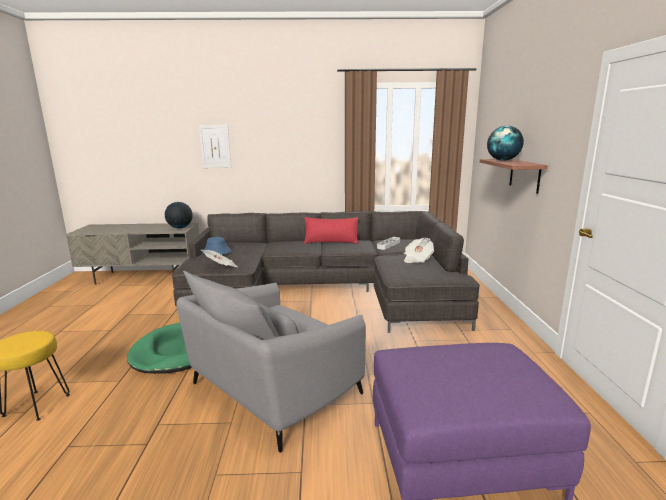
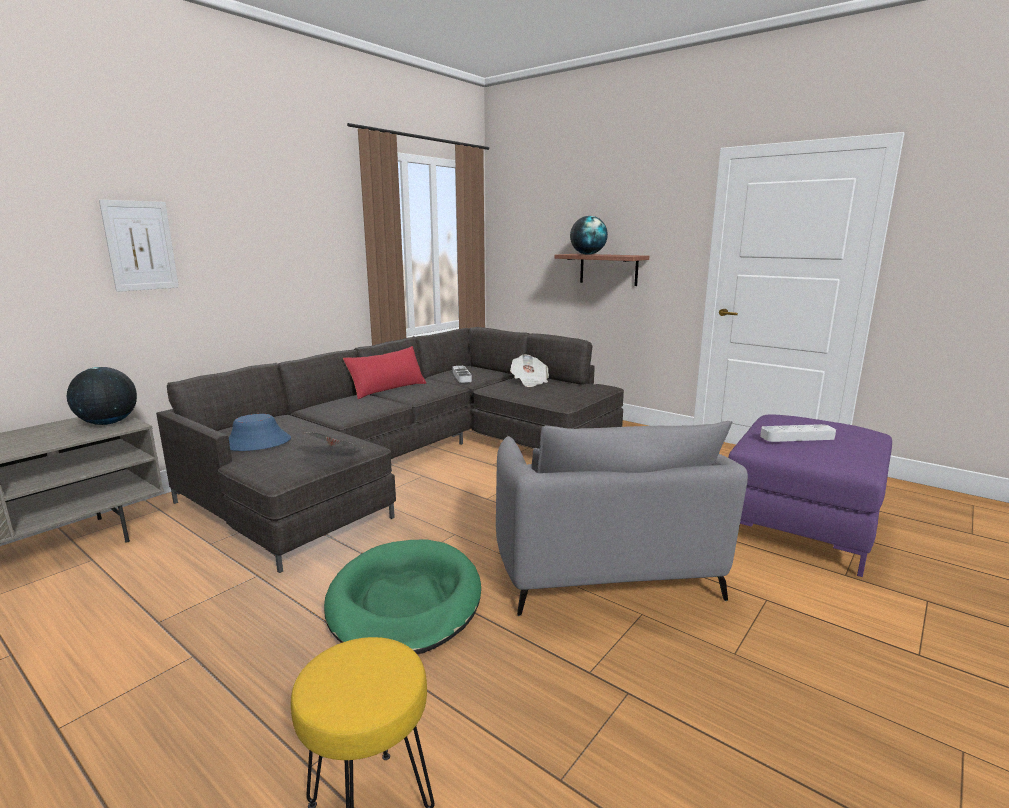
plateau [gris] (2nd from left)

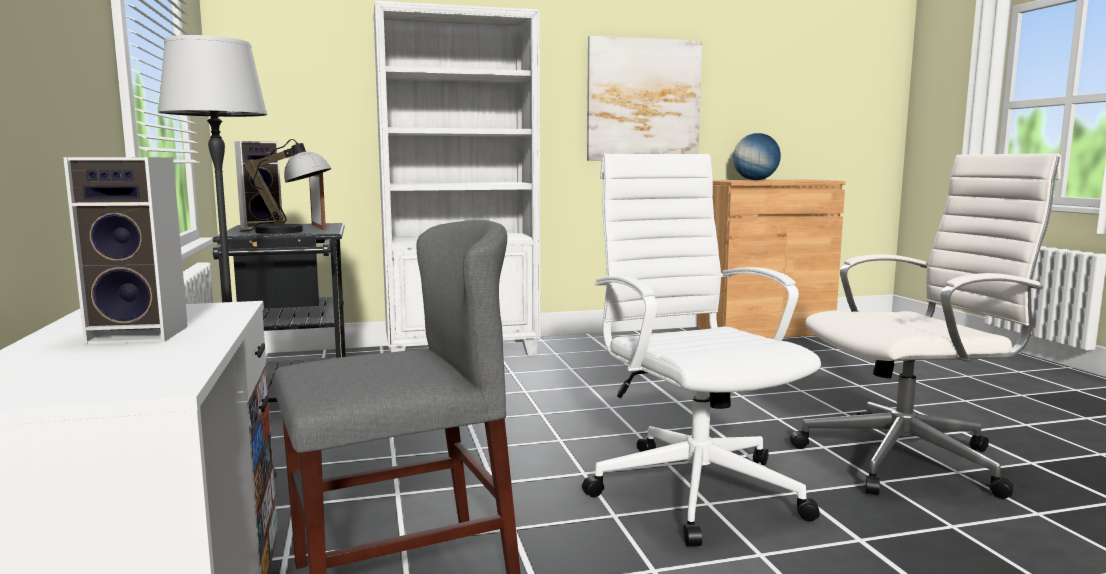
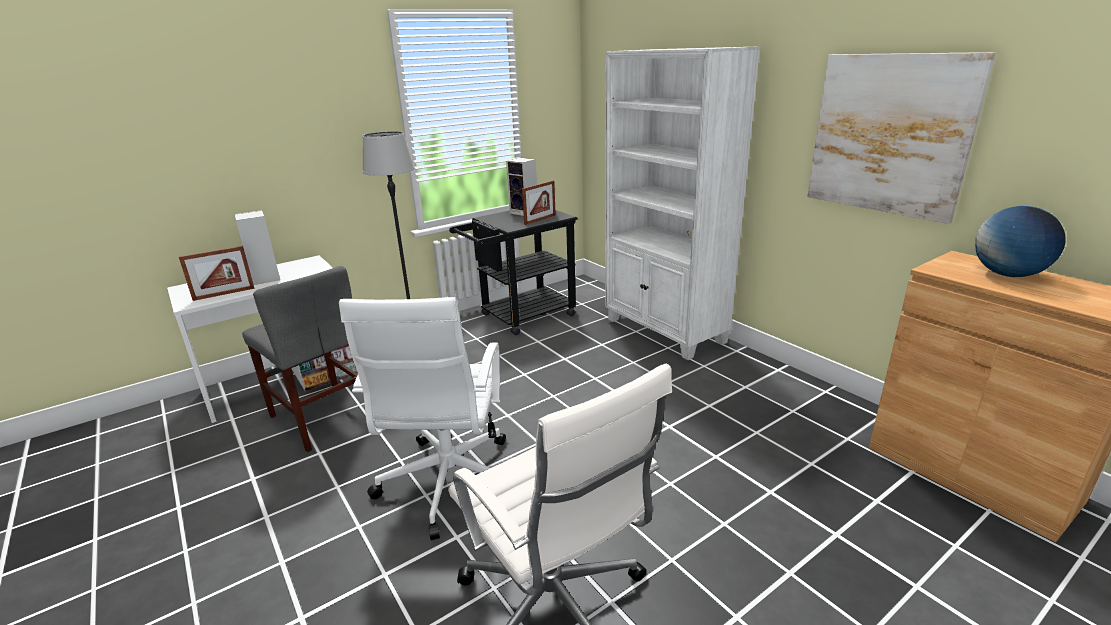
lampe de table
chaise de bureau [blanc] (1st from left)
cadre photo (1st from left)

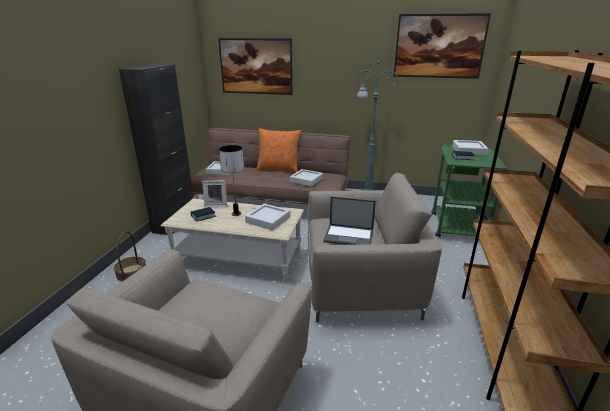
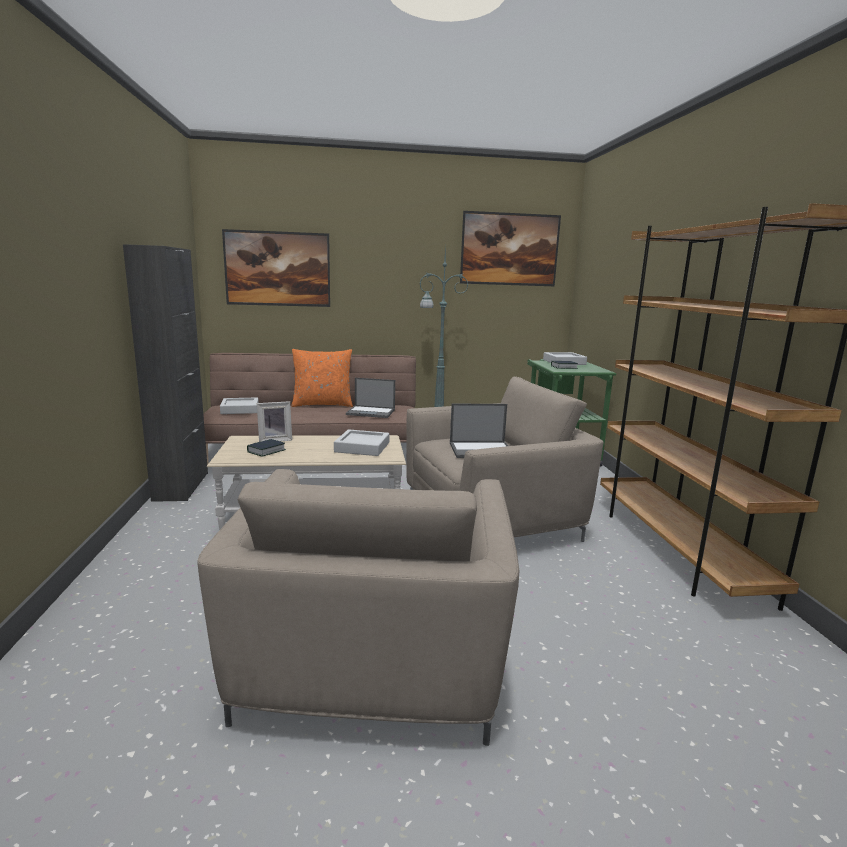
lampe de table
ordinateur portable (1st from left)
panier

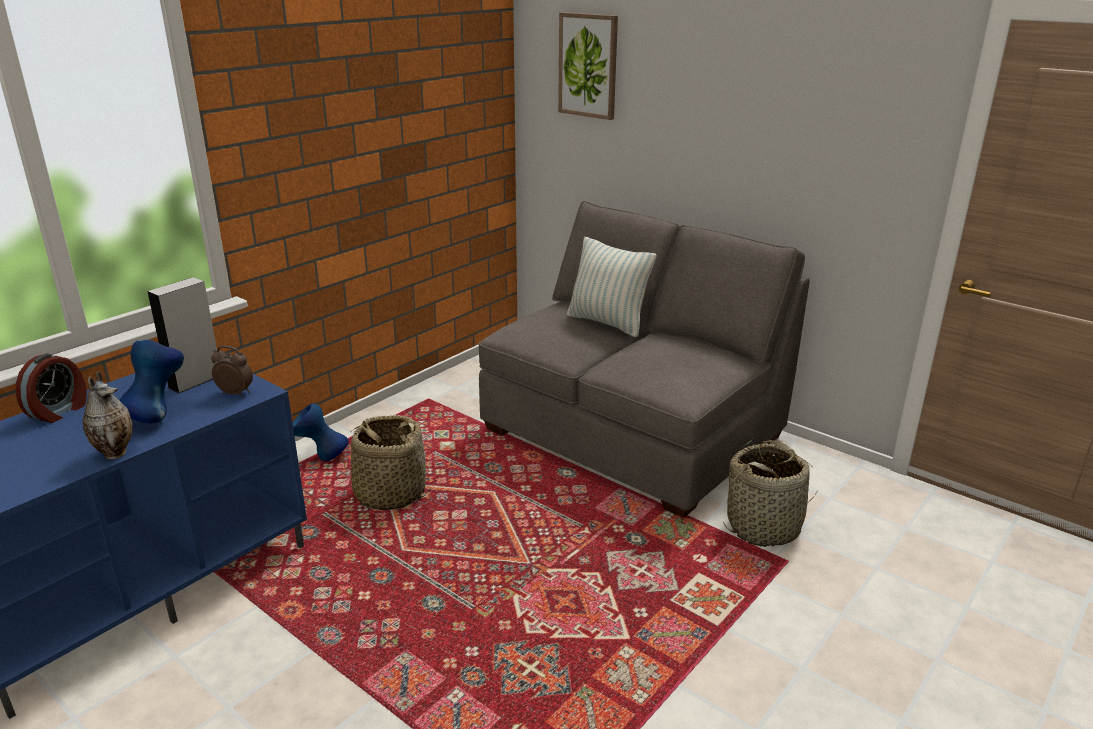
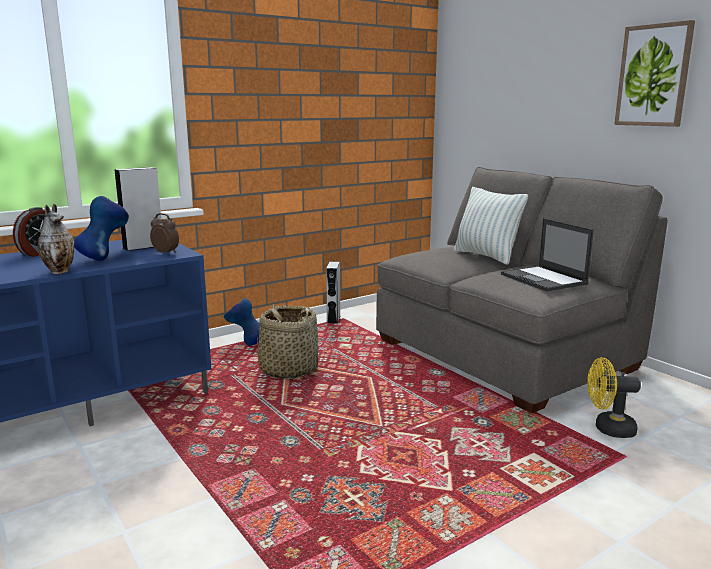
tableau
ventilateur [jaune]
ordinateur portable
enceinte [gris] (2nd from left)

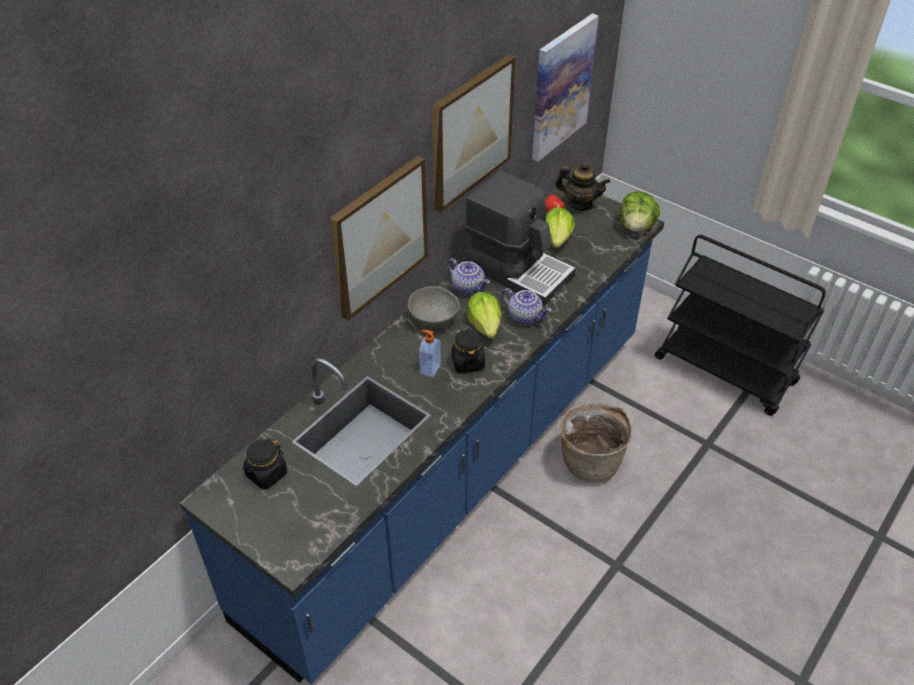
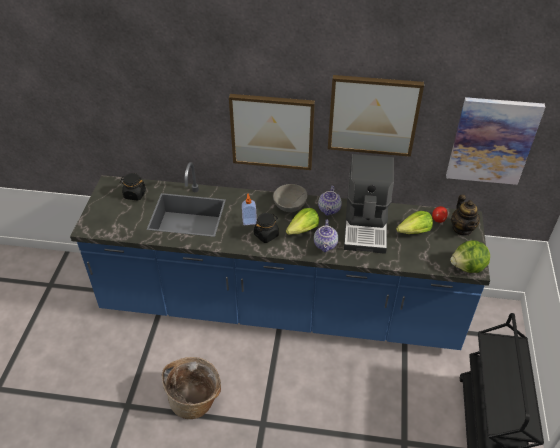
panier

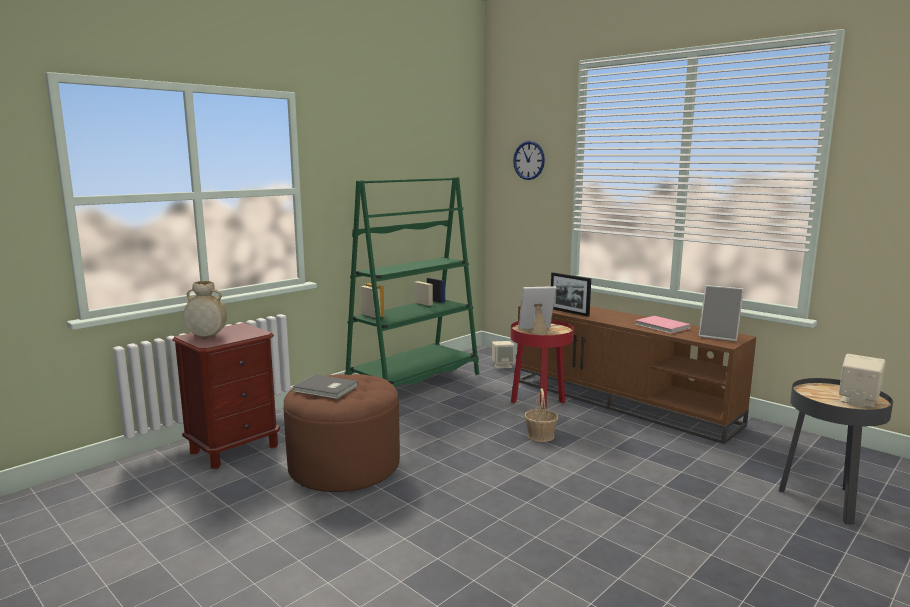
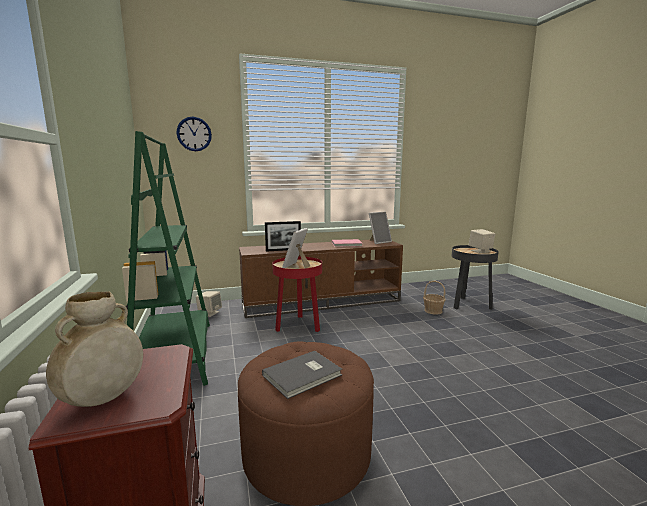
panier

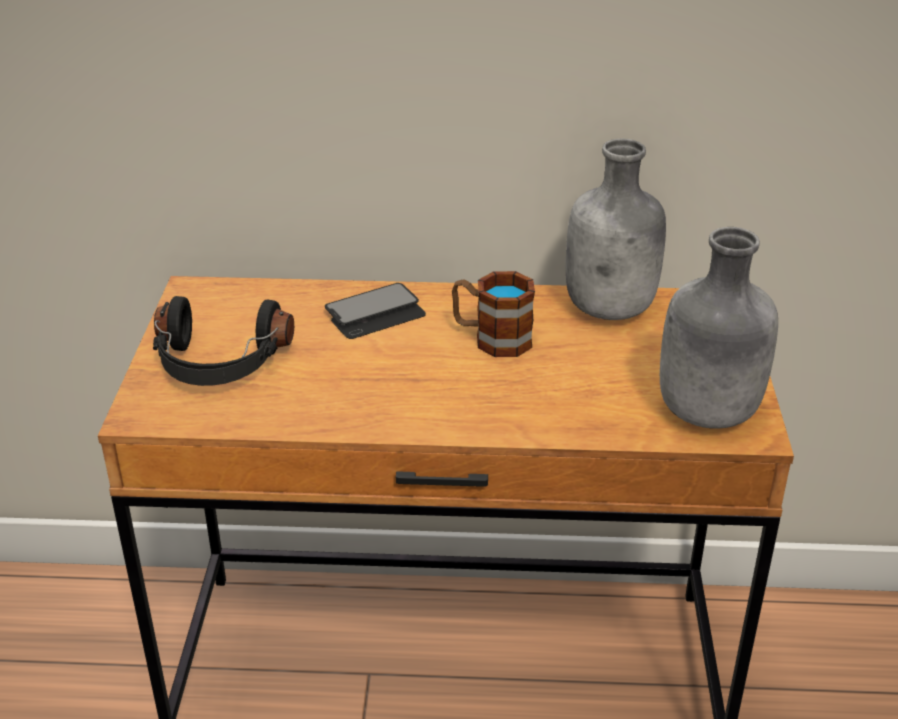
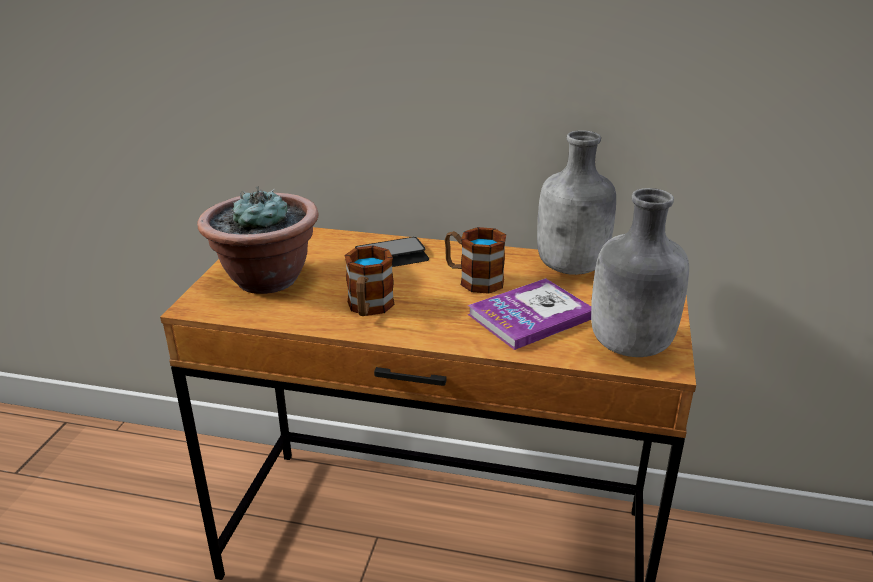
plante en pot
mug (1st from left)
livre

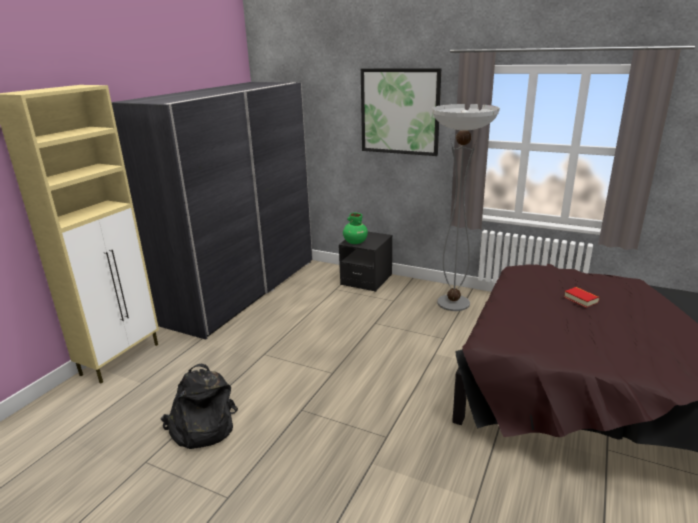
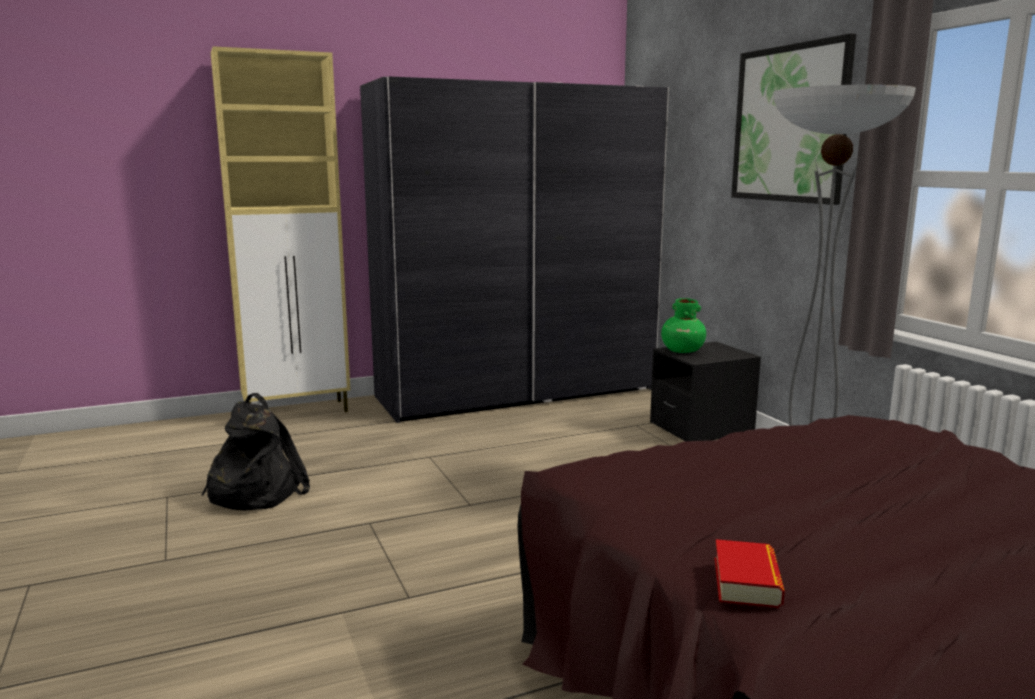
livre

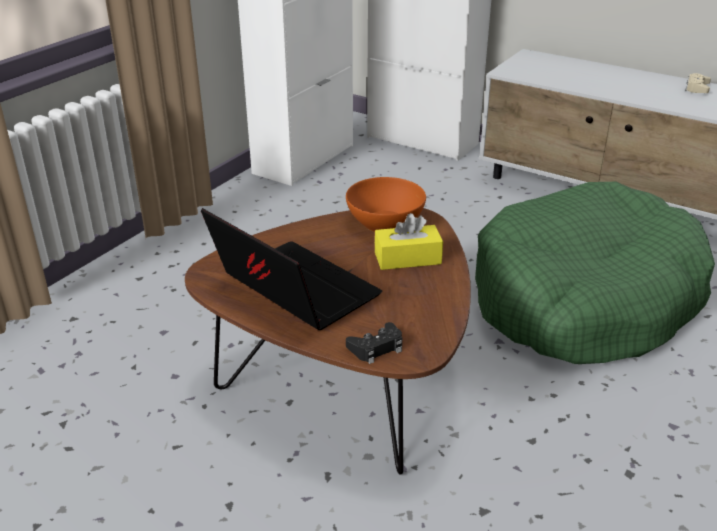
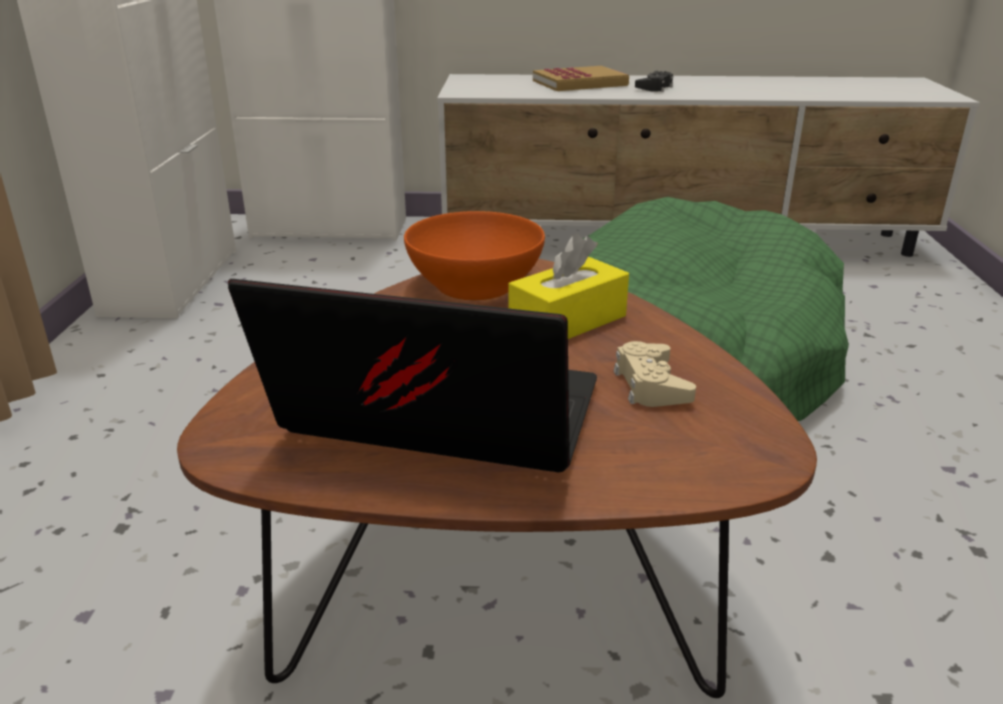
manette [beige]
manette [noir]
livre

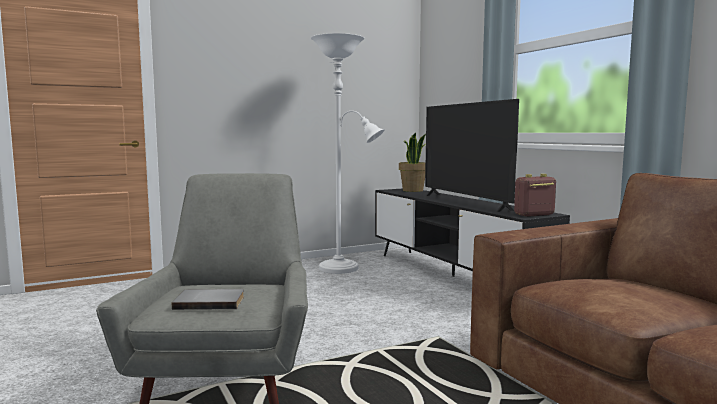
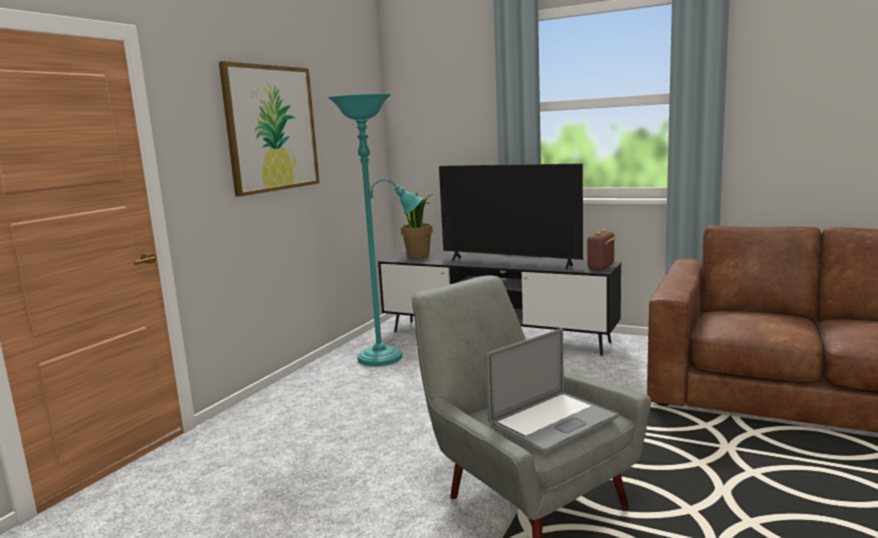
lampadaire [turquoise]
ordinateur portable
tableau

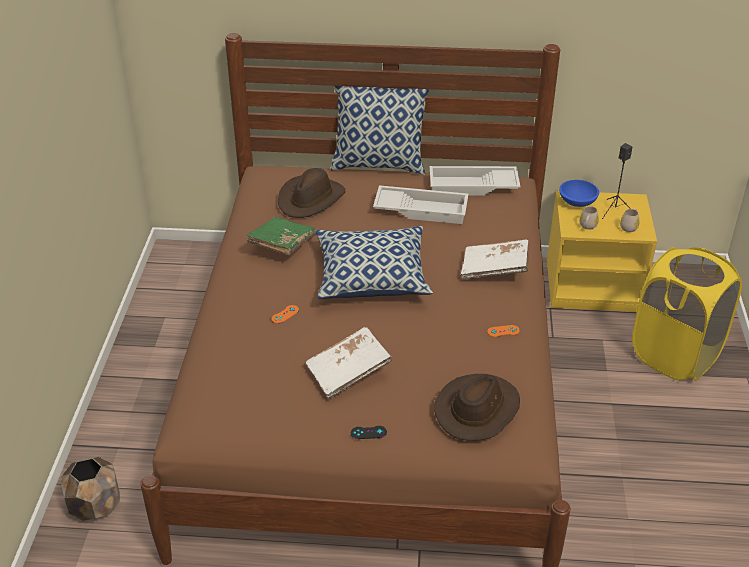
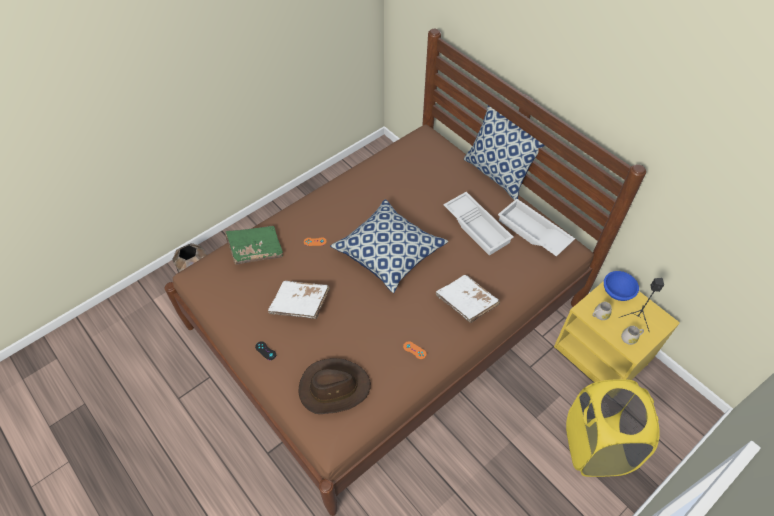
chapeau [marron] (1st from left in the first image)
livre [vert]

